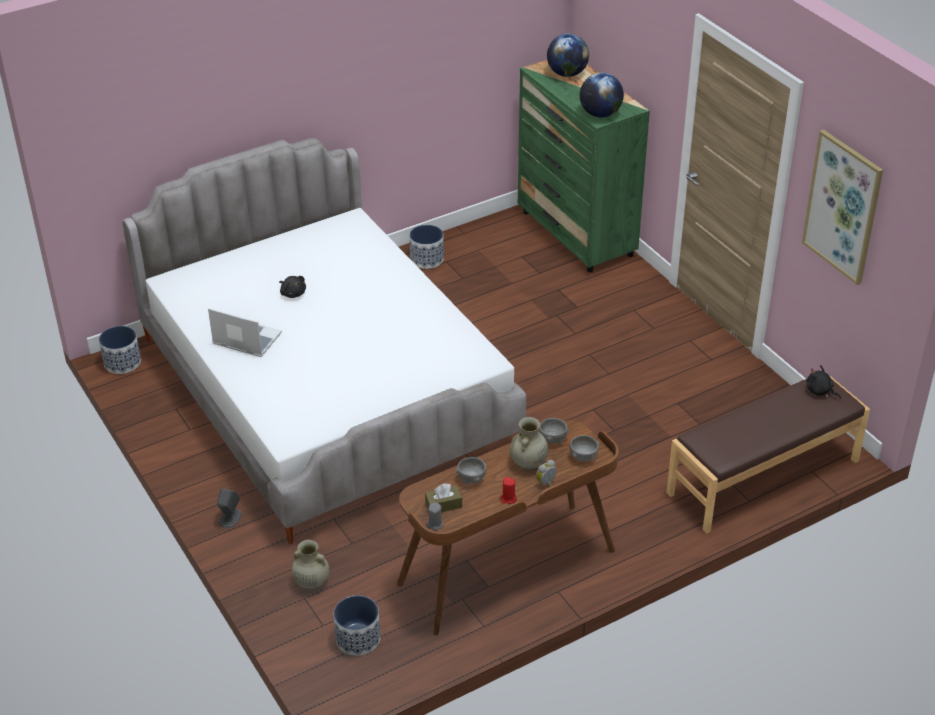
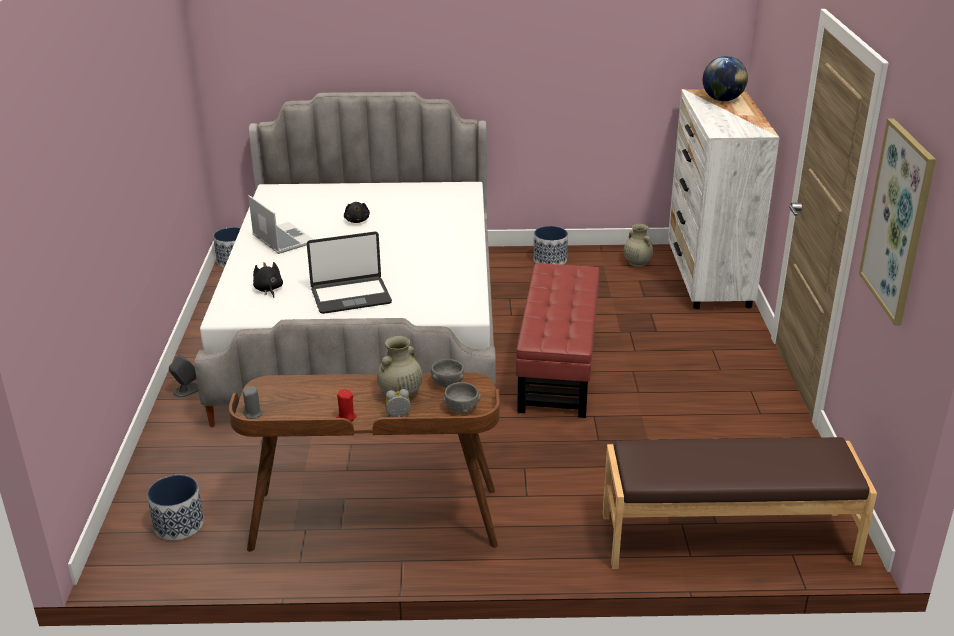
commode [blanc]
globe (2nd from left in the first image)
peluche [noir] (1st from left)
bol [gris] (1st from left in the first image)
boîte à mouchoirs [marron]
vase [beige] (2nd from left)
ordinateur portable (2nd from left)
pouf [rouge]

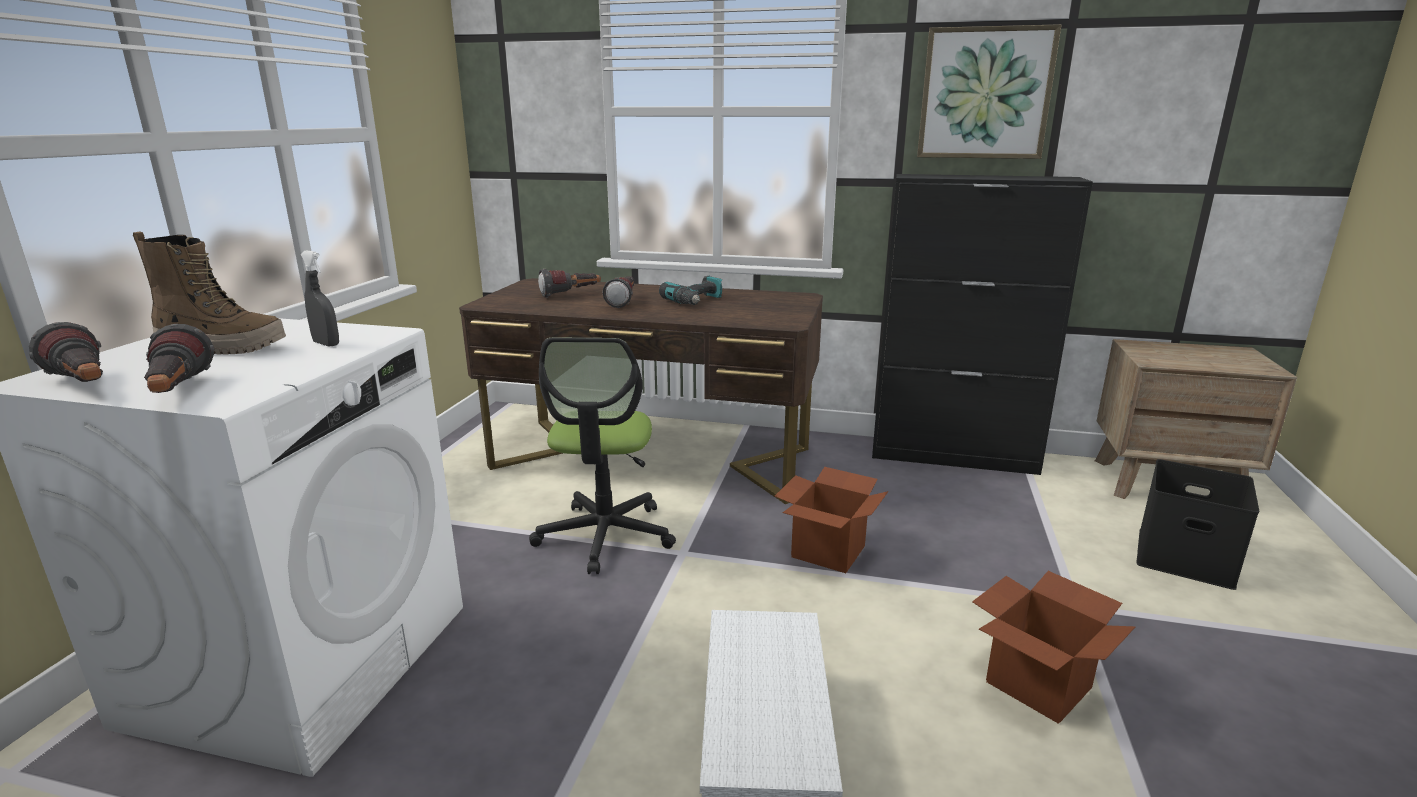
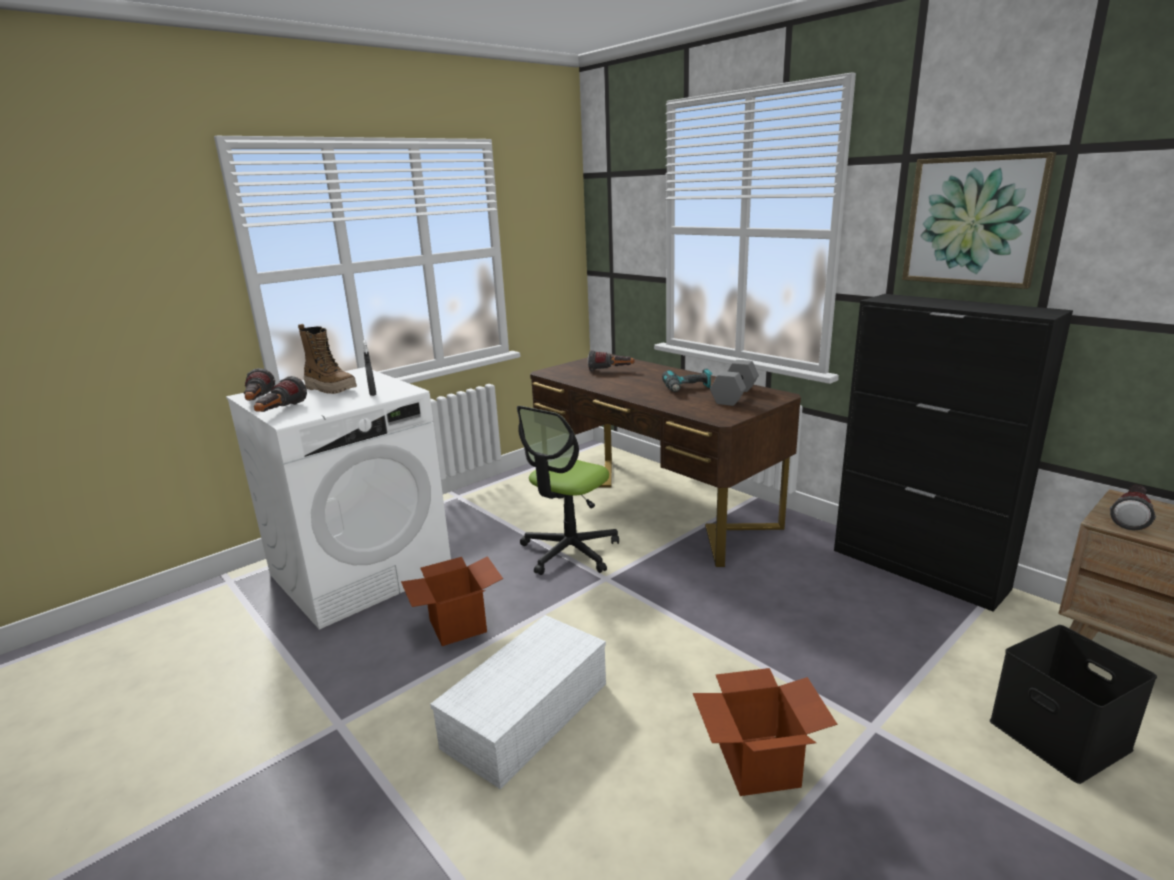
lampe de poche (4th from left)
carton (1st from left)
haltère [gris]

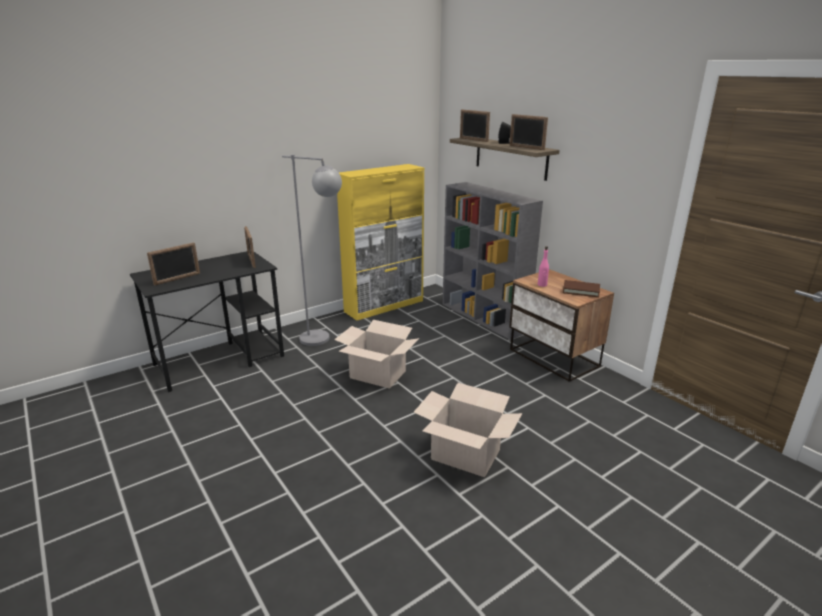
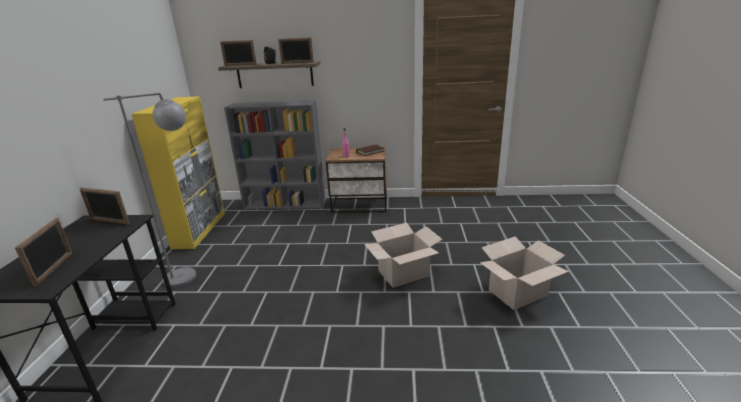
carton (2nd from left)

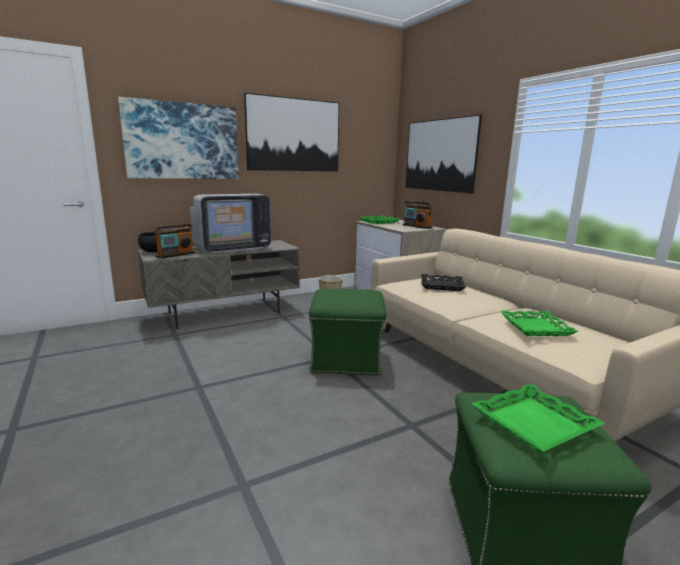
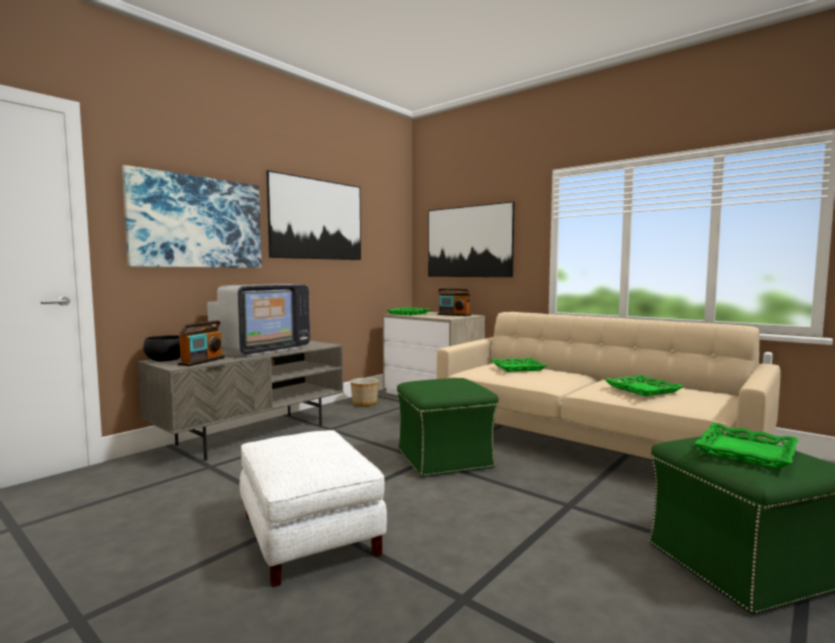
plateau [vert] (2nd from left)
pouf [blanc]

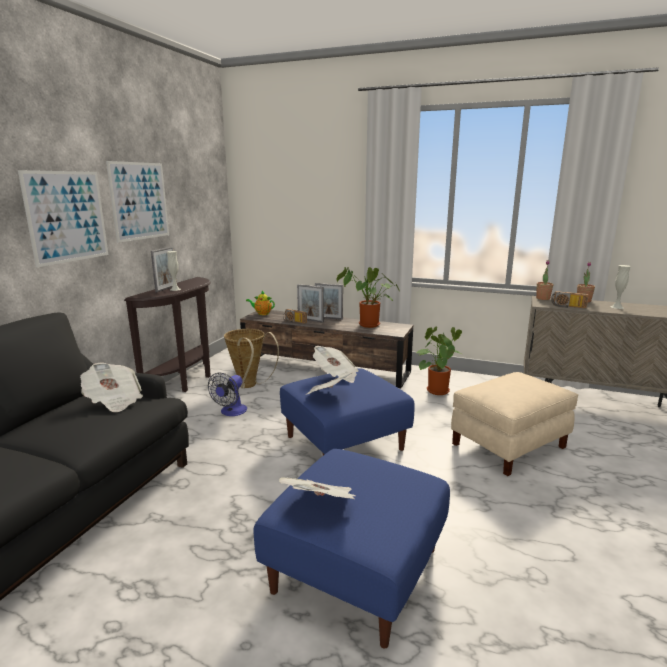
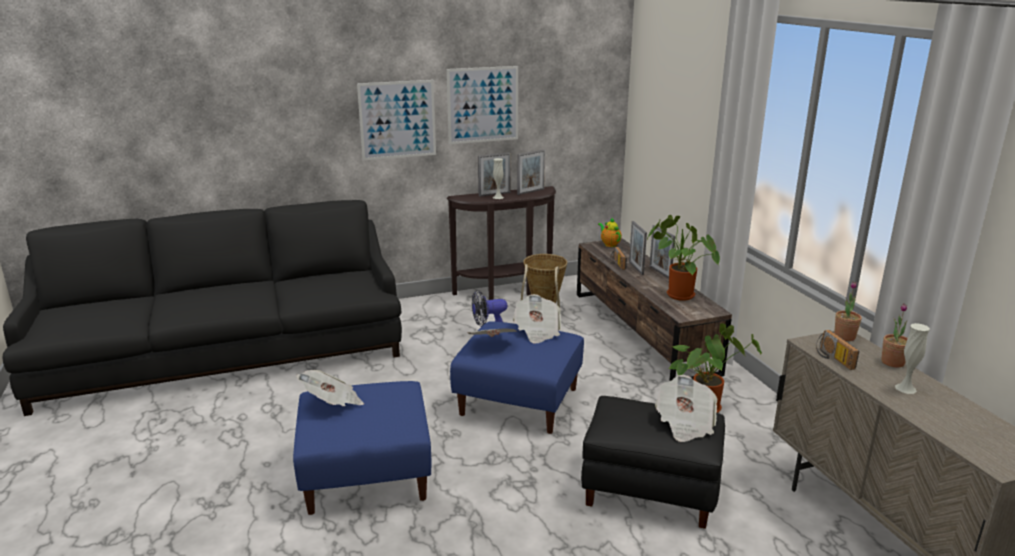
journal (4th from left)
pouf [noir]
cadre photo (2nd from left)

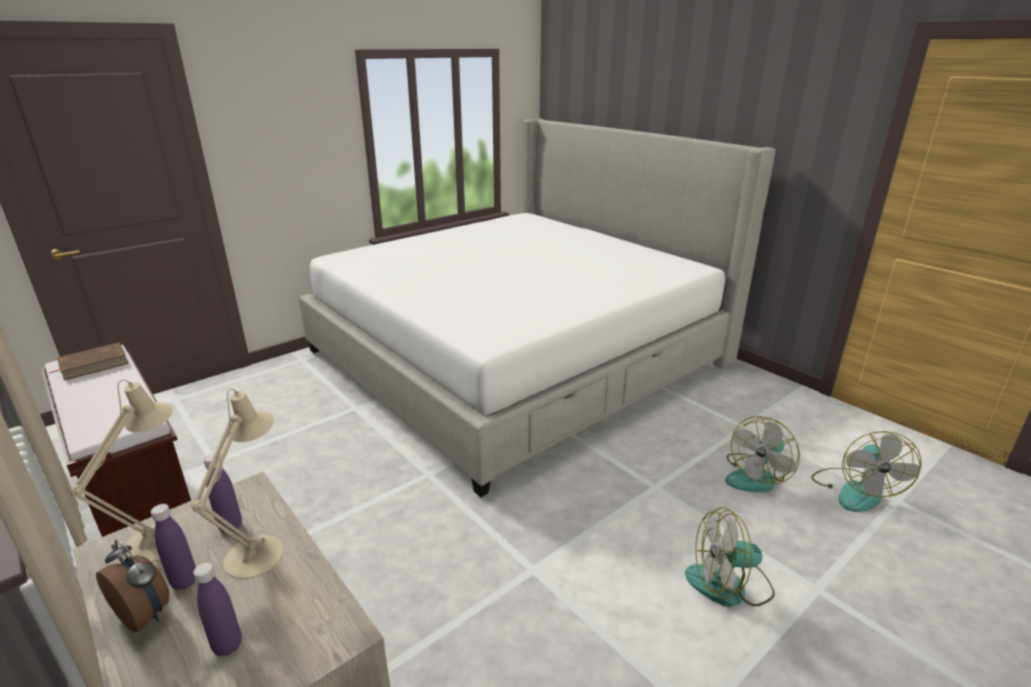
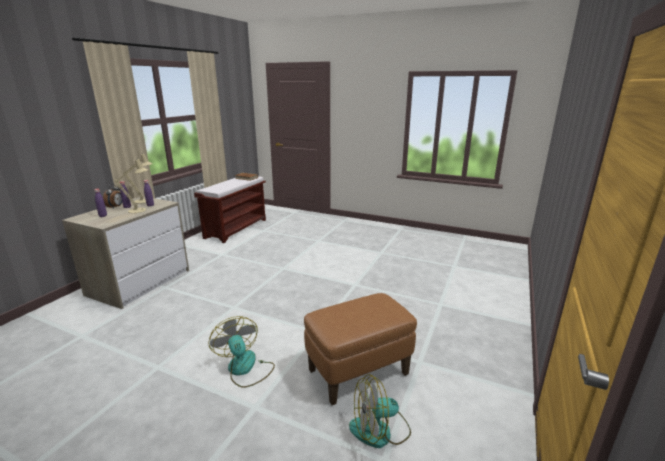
lit
pouf [marron]

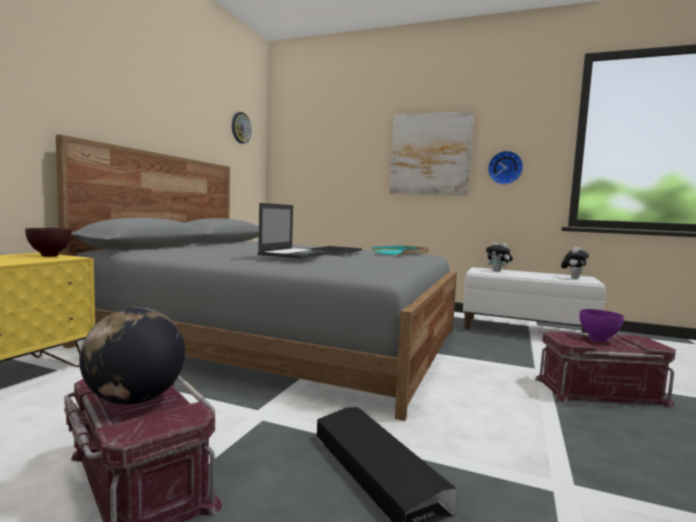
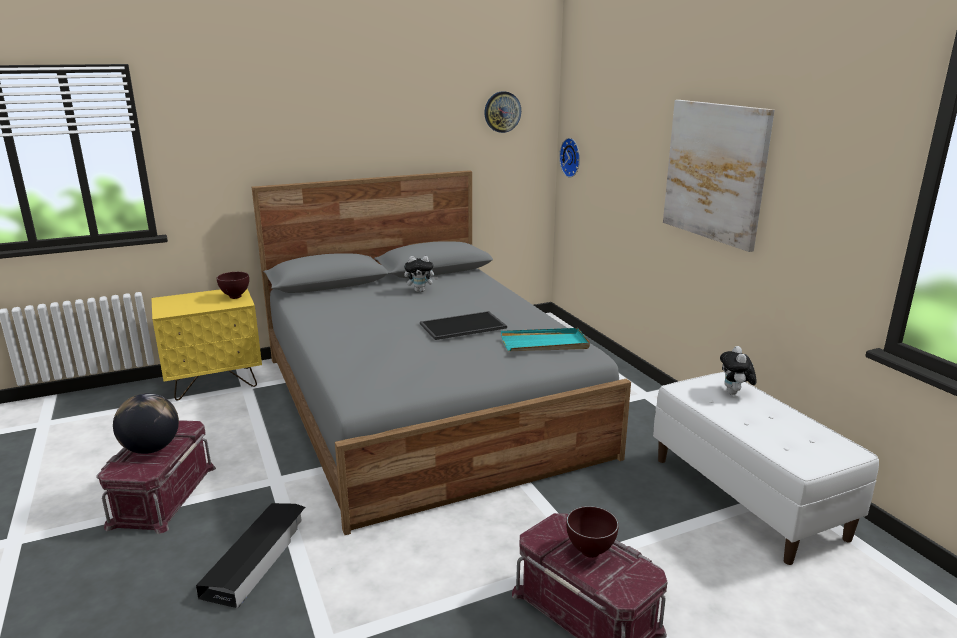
horloge murale (2nd from left)
ordinateur portable
peluche (1st from left)
bol [marron] (2nd from left)

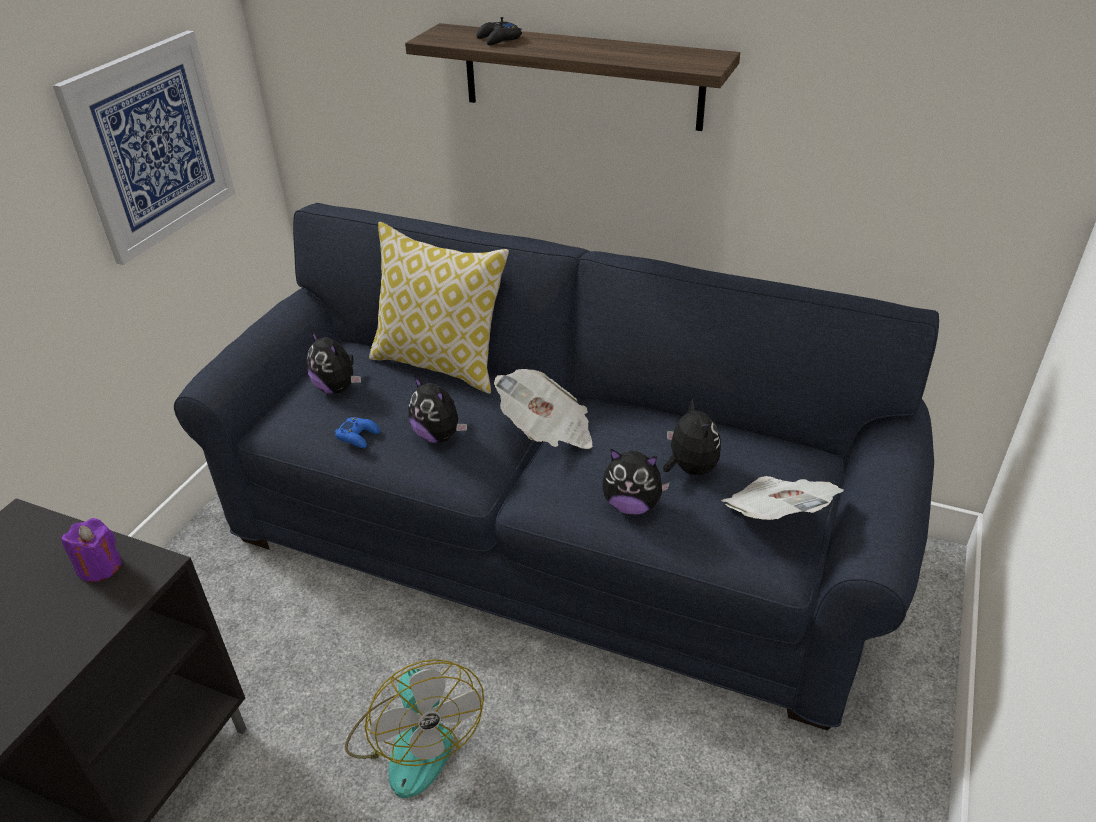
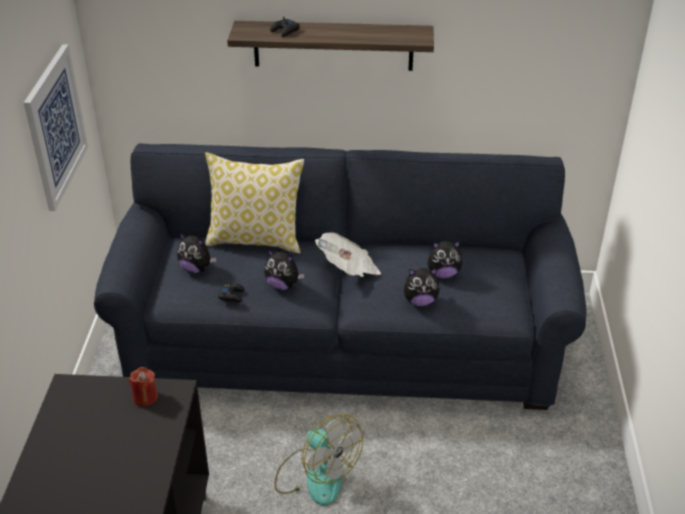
peluche (4th from left)
manette [noir] (1st from left)
journal (2nd from left in the first image)
bougie [rouge]

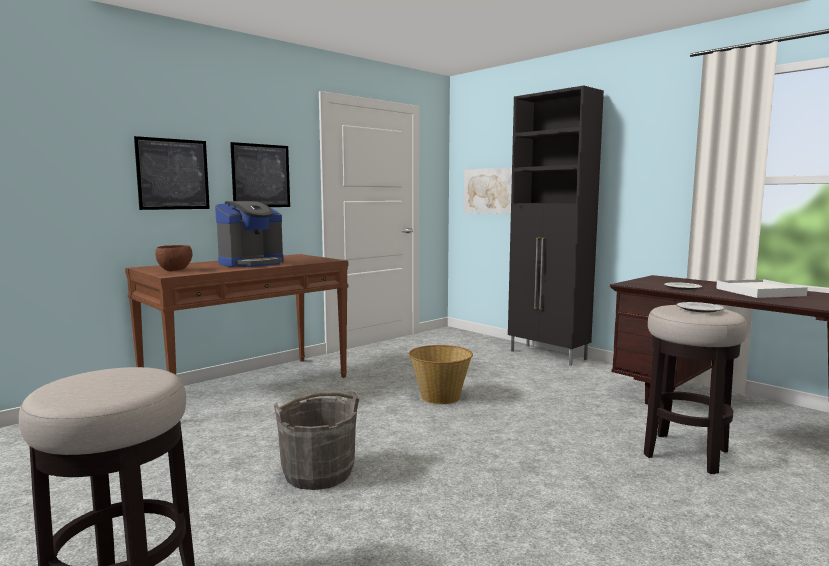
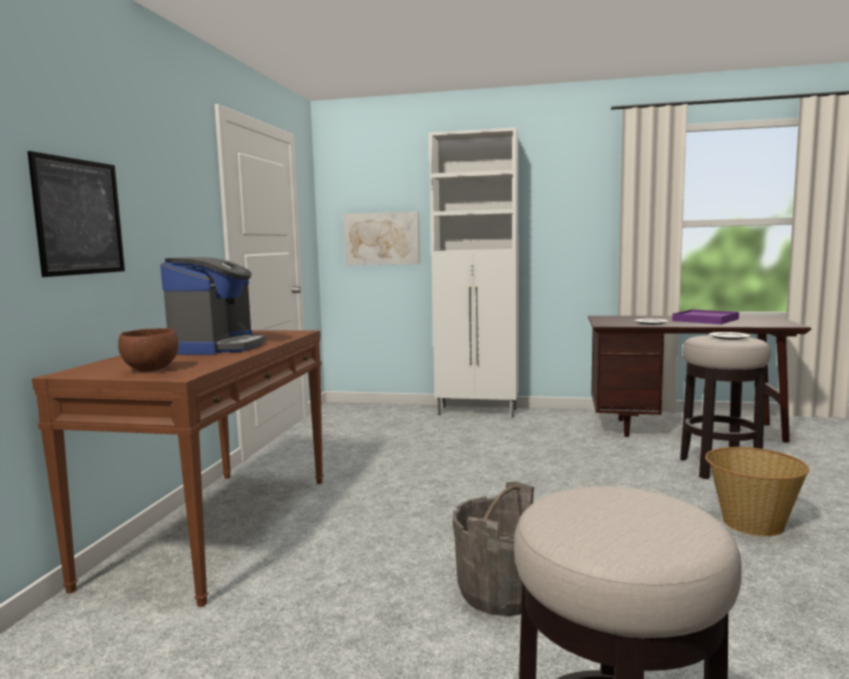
meuble de rangement [blanc]
tableau (2nd from left in the first image)
plateau [violet]
panier

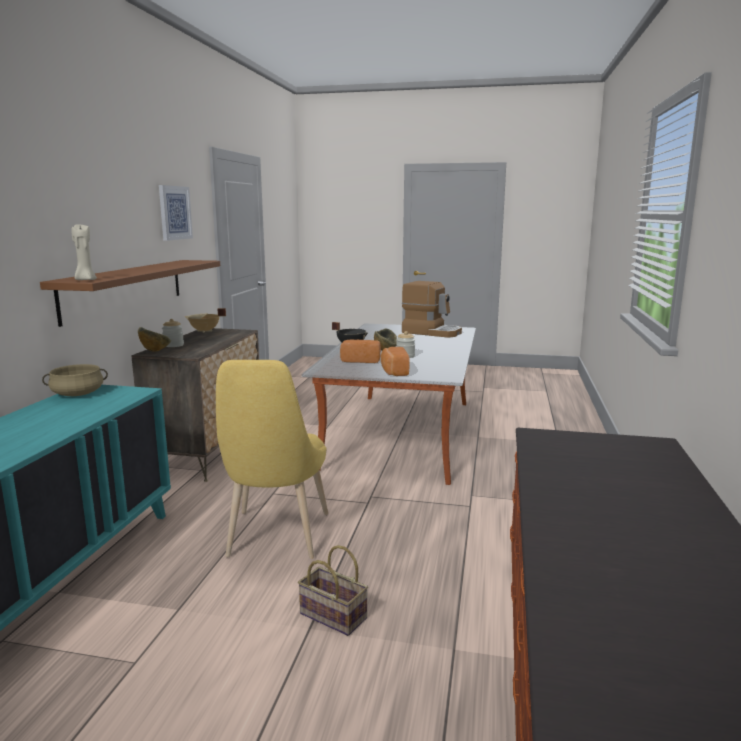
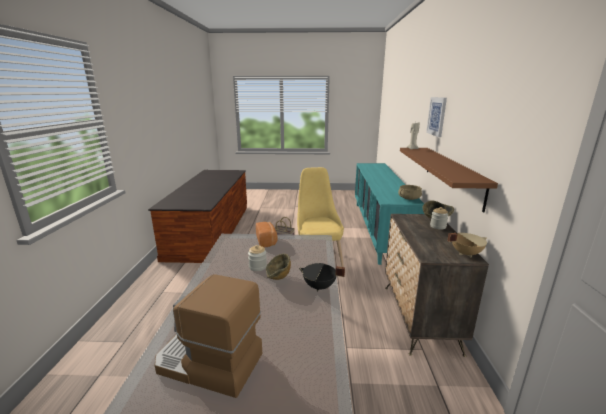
tableau
pain (1st from left in the first image)

